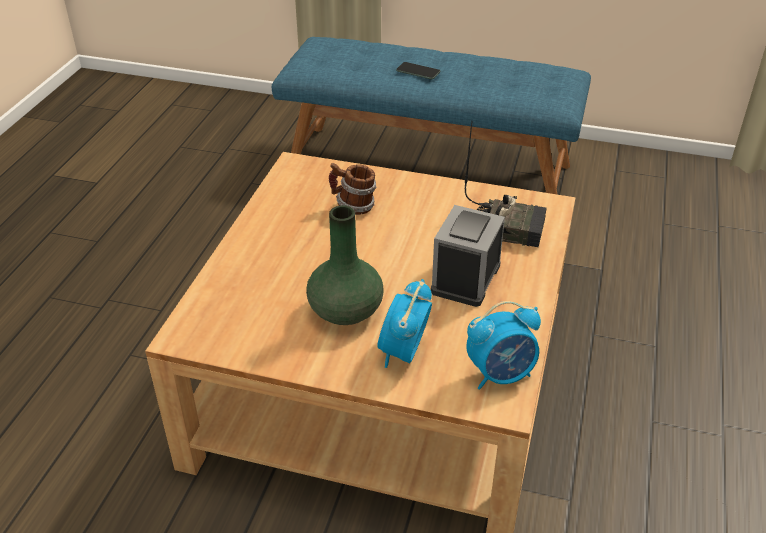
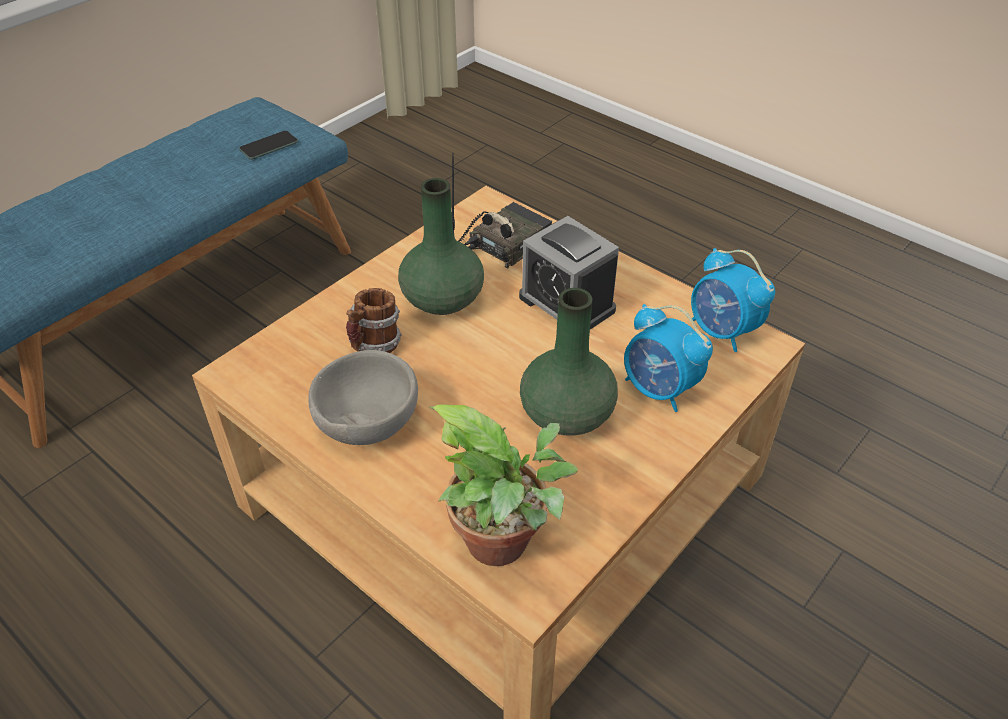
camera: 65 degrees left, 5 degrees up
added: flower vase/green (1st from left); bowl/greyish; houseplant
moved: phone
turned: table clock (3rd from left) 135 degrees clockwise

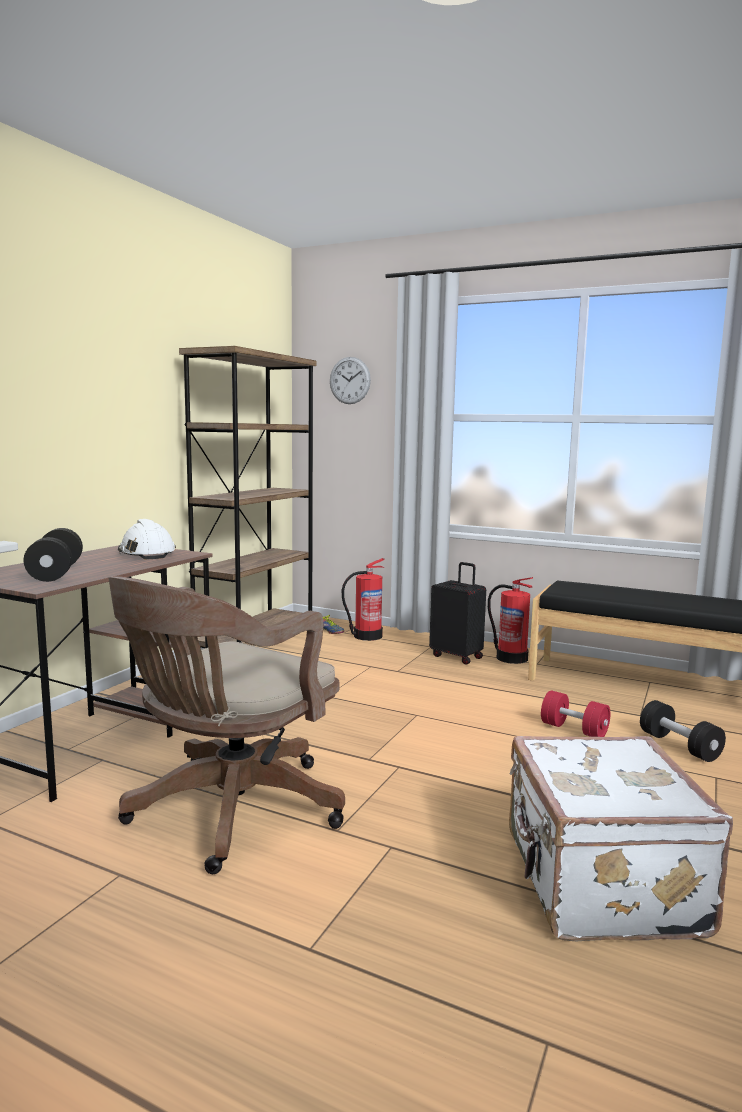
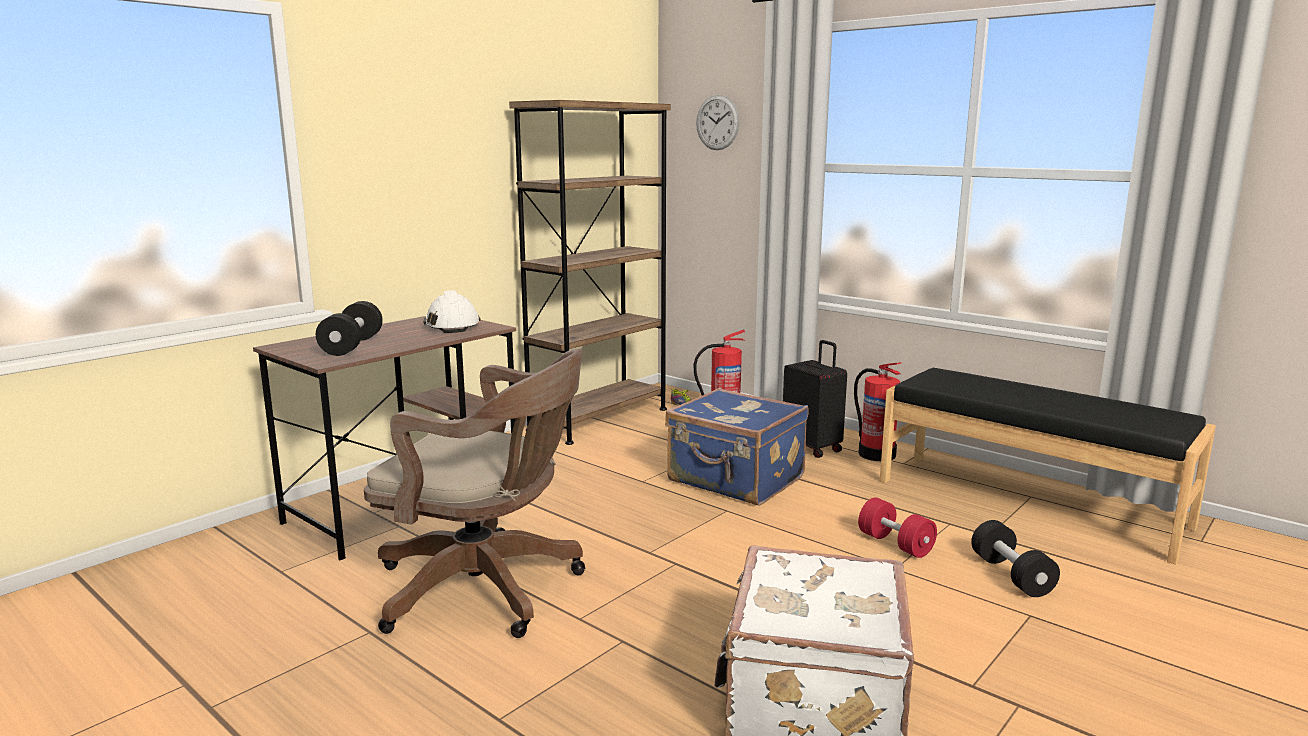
camera: 15 degrees right, 5 degrees up
added: suitcase/blue-coloured
turned: computer chair/brownish 120 degrees counterclockwise

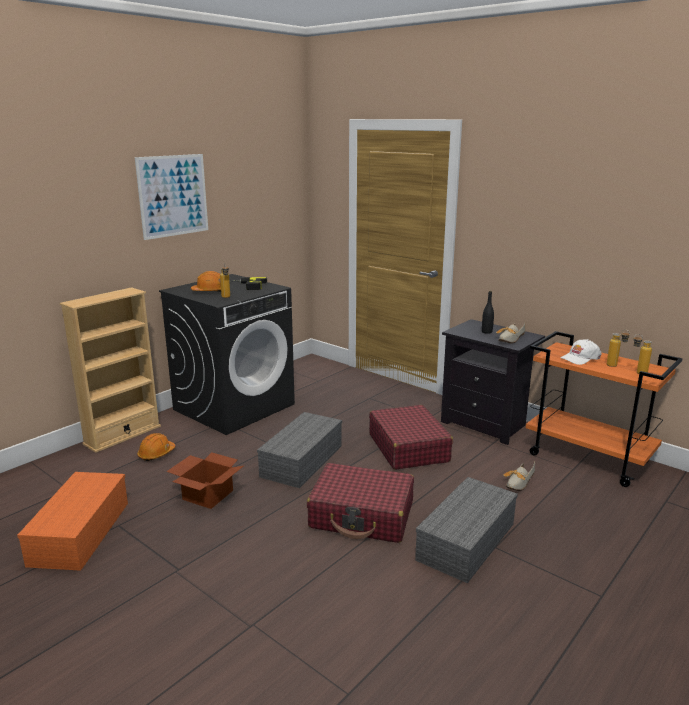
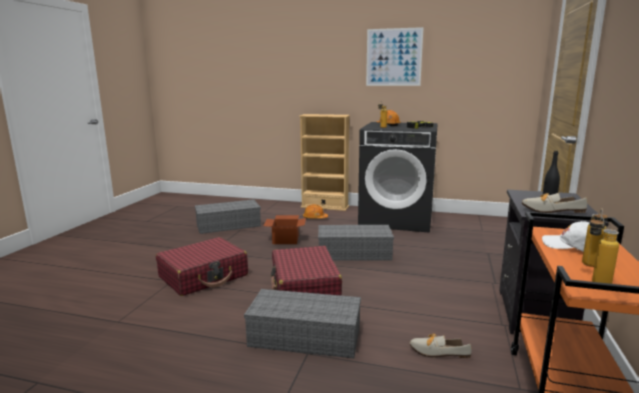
camera: 65 degrees right, 5 degrees down
moved: suitcase/red-coloured (2nd from left in the first image) to suitcase/red-coloured (1st from left)
recoloured: storage bin/orange-coloured to storage bin/greyish (1st from left)

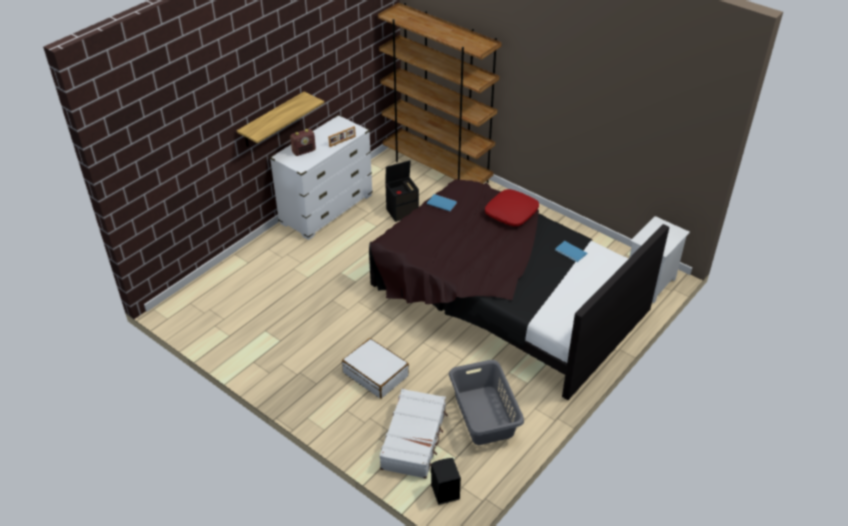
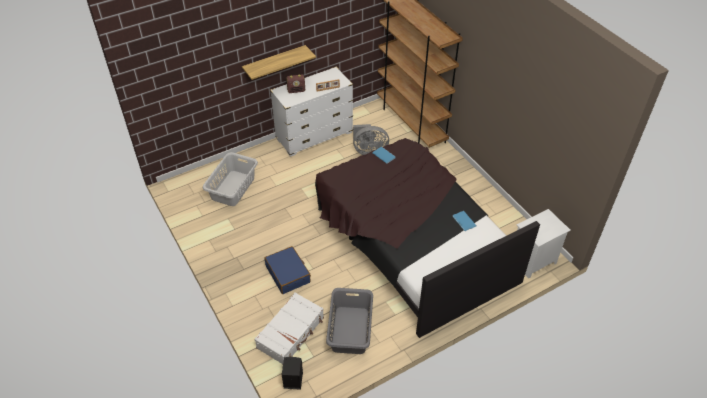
camera: 20 degrees right, 5 degrees up
removed: pillow/red-coloured
added: washing basket/greyish (1st from left)
replaced: storage bin/black-coloured to fan/greyish
recoloured: suitcase/white (1st from left) to suitcase/blue-coloured

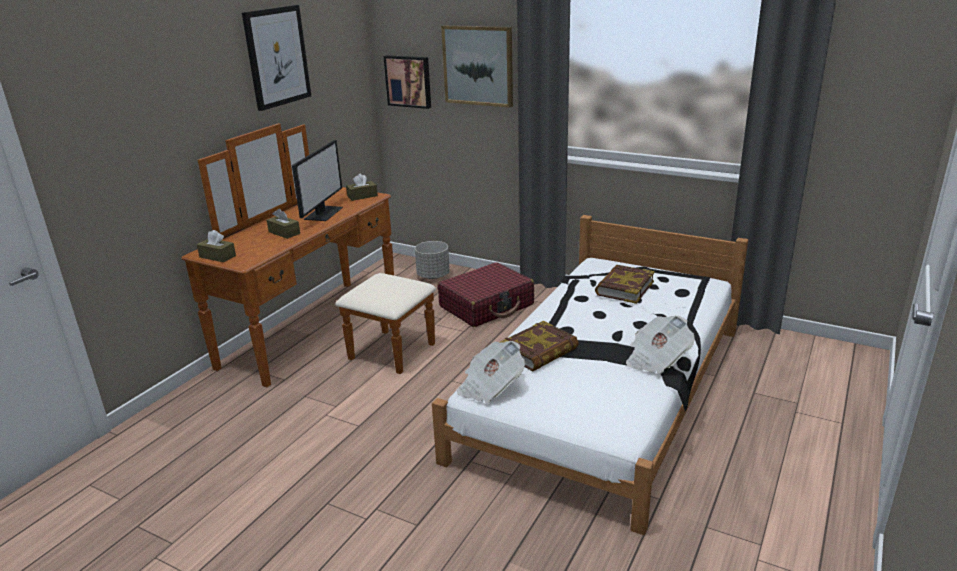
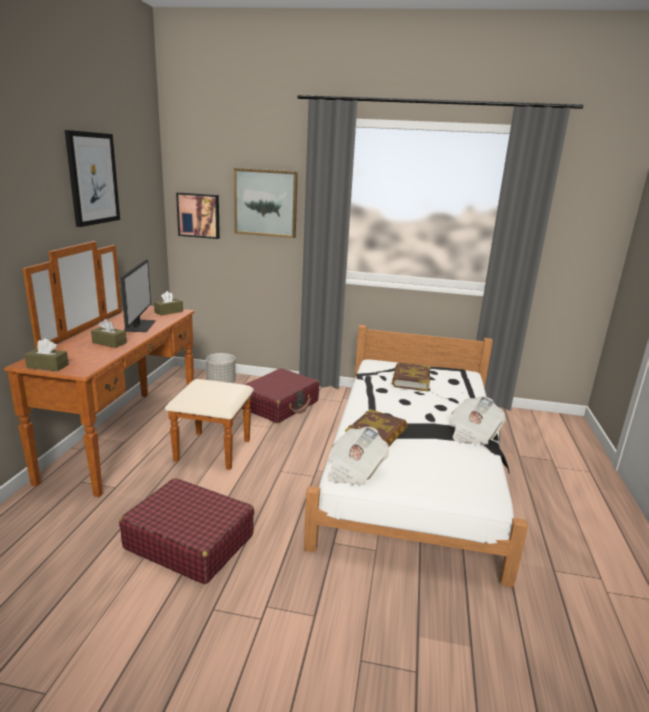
camera: 20 degrees left, 5 degrees down
added: suitcase/red-coloured (1st from left)

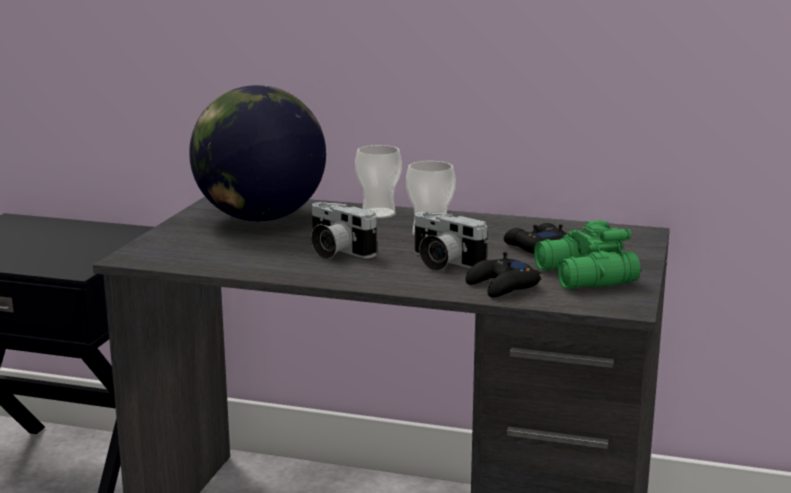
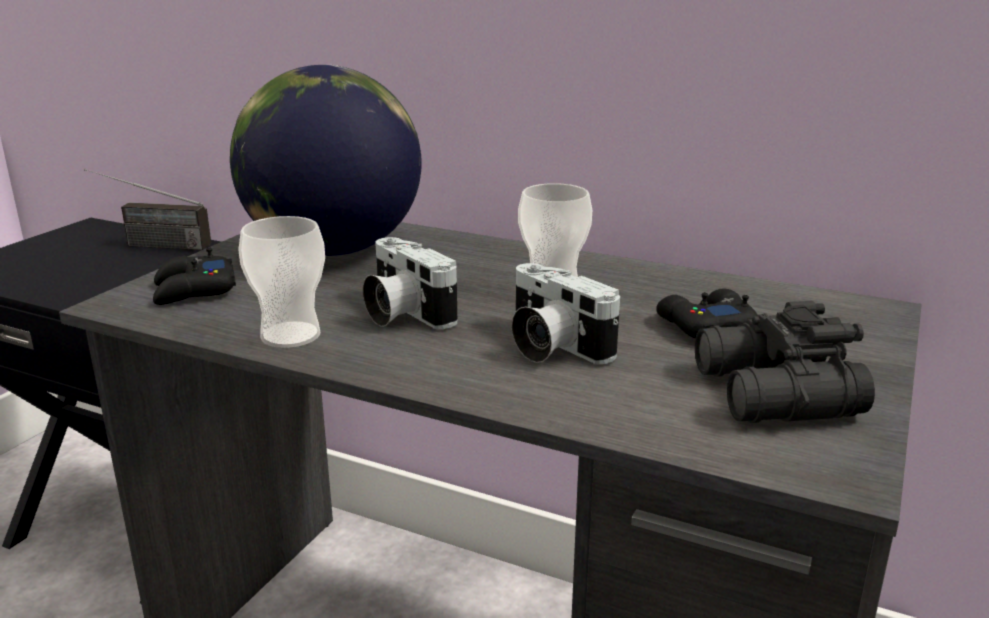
camera: 10 degrees right, 5 degrees up
added: radio
moved: small cup (1st from left); game controller/black-coloured (1st from left)
recoloured: field glasses/green to field glasses/black-coloured

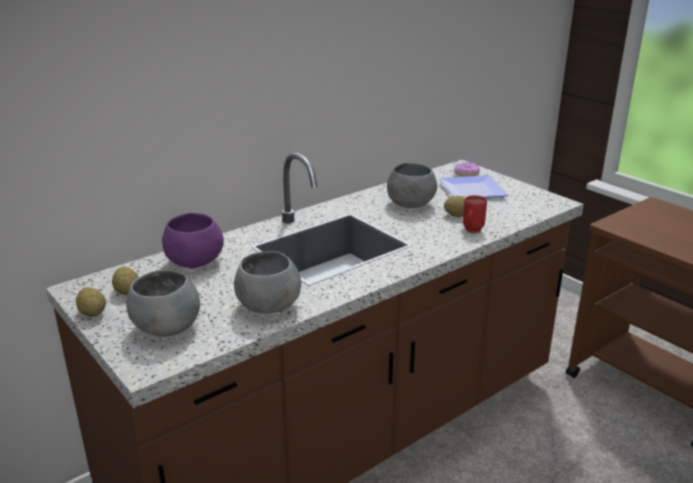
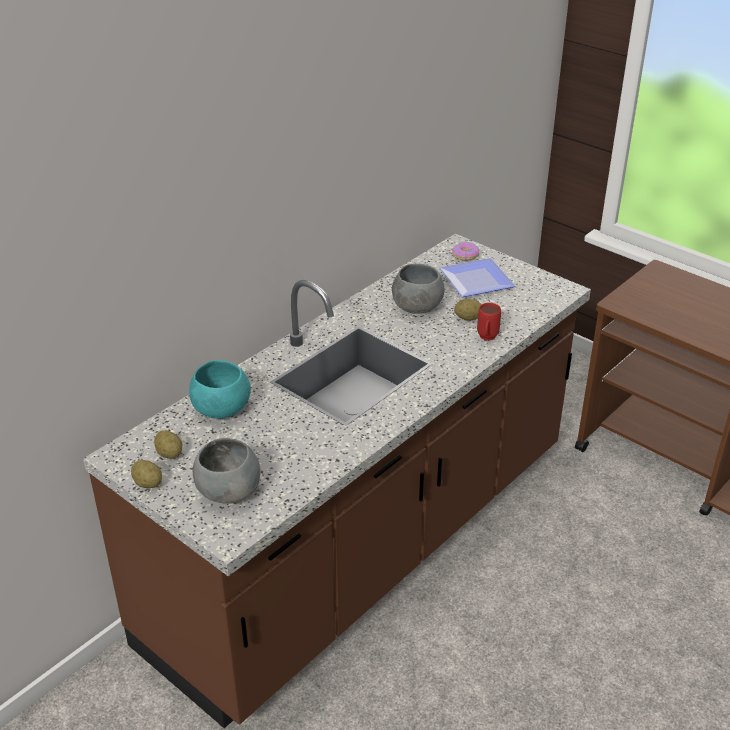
camera: 10 degrees left, 10 degrees up
removed: bowl/greyish (2nd from left)
recoloured: bowl/purple to bowl/turquoise

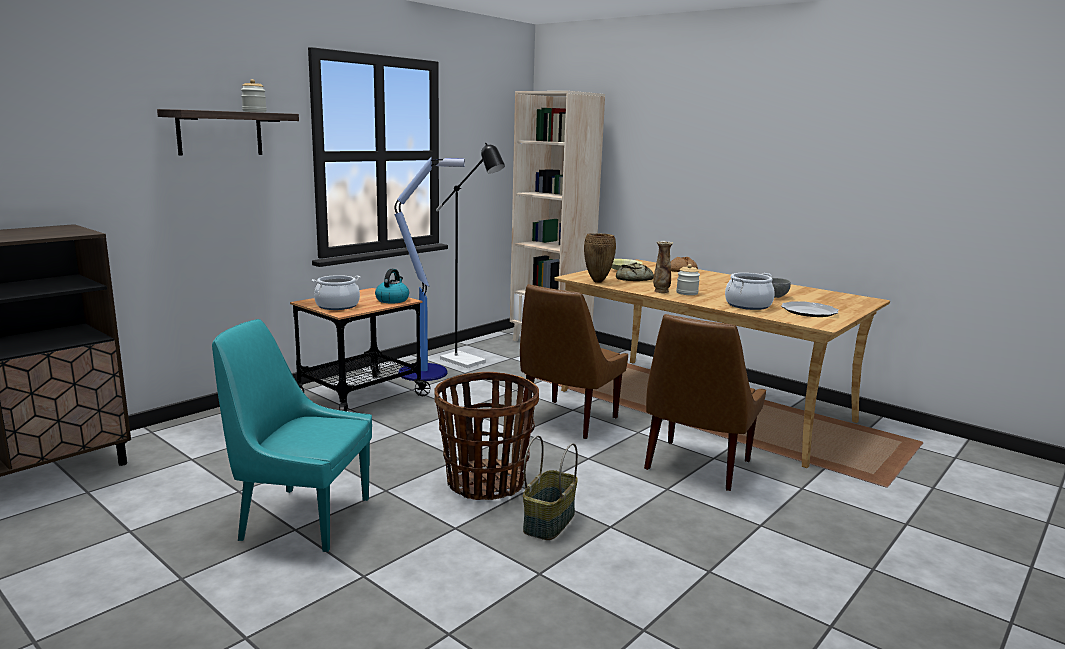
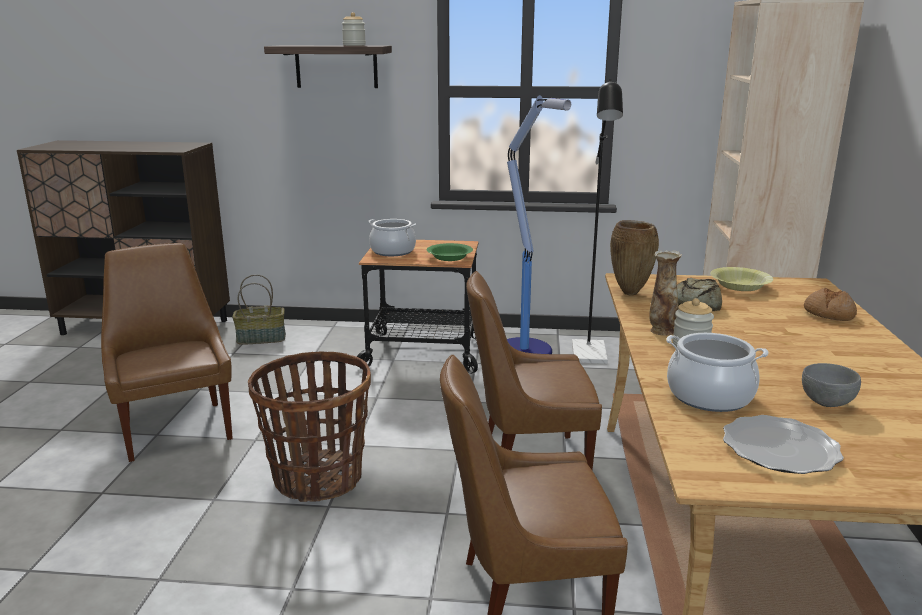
camera: 55 degrees right, 5 degrees up
moved: storage basket (2nd from left in the first image) to storage basket (1st from left)
replaced: water kettle to bowl/green
recoloured: plain chair/turquoise to plain chair/brownish (1st from left)

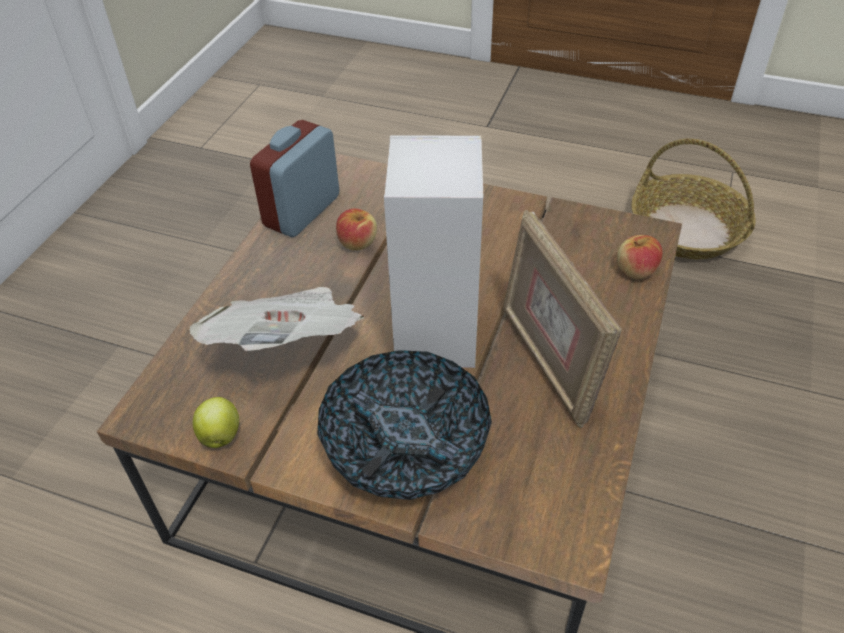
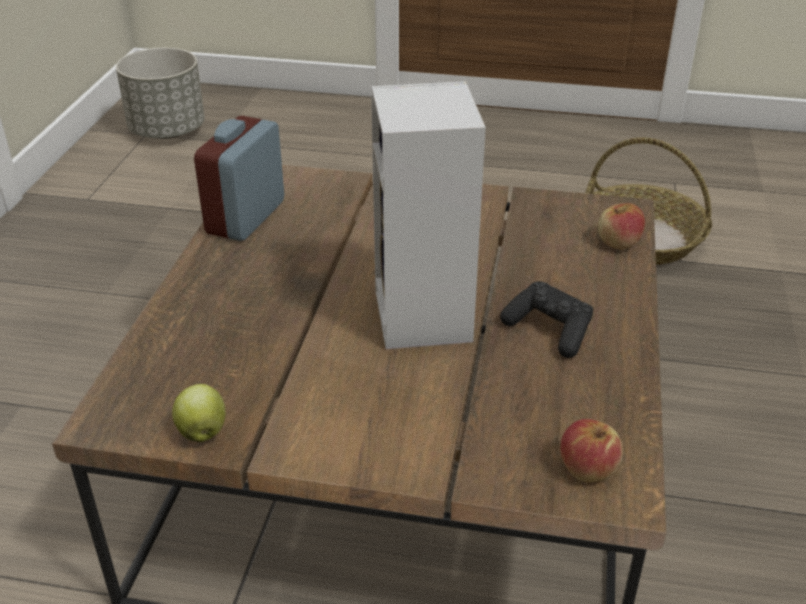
camera: 10 degrees left, 10 degrees down
removed: newspaper; bowl
added: plant pot/greyish
moved: apple (2nd from left)
replaced: picture frame to game controller/black-coloured

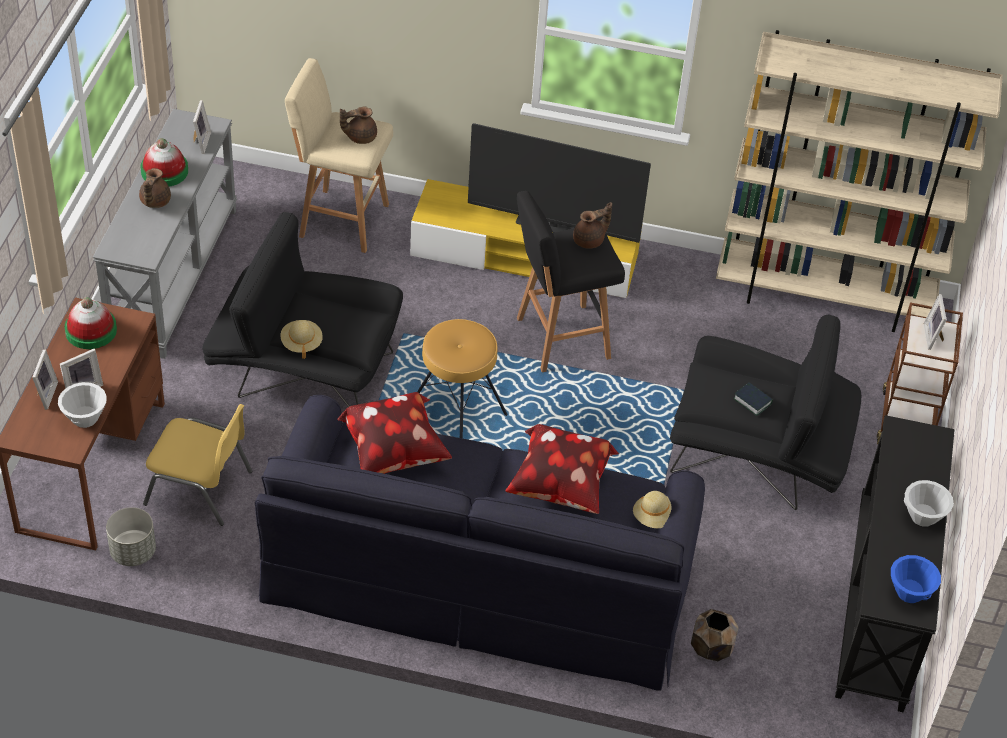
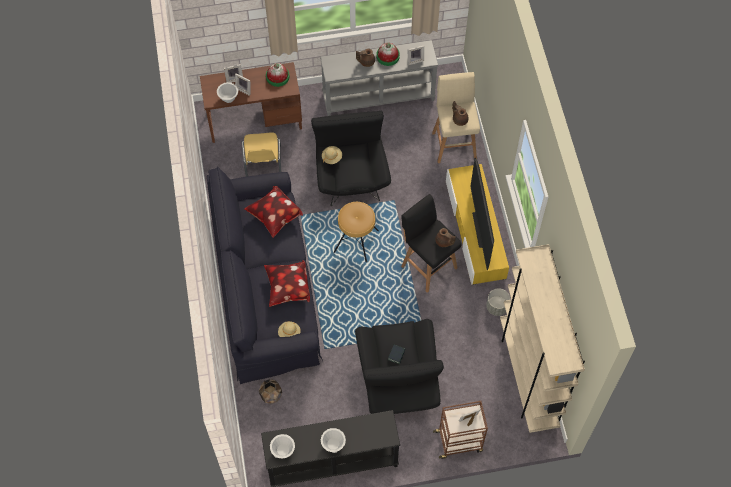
camera: 70 degrees right, 15 degrees up
moved: plant pot/greyish
recoloured: bowl/blue-coloured to bowl/white (2nd from left)

